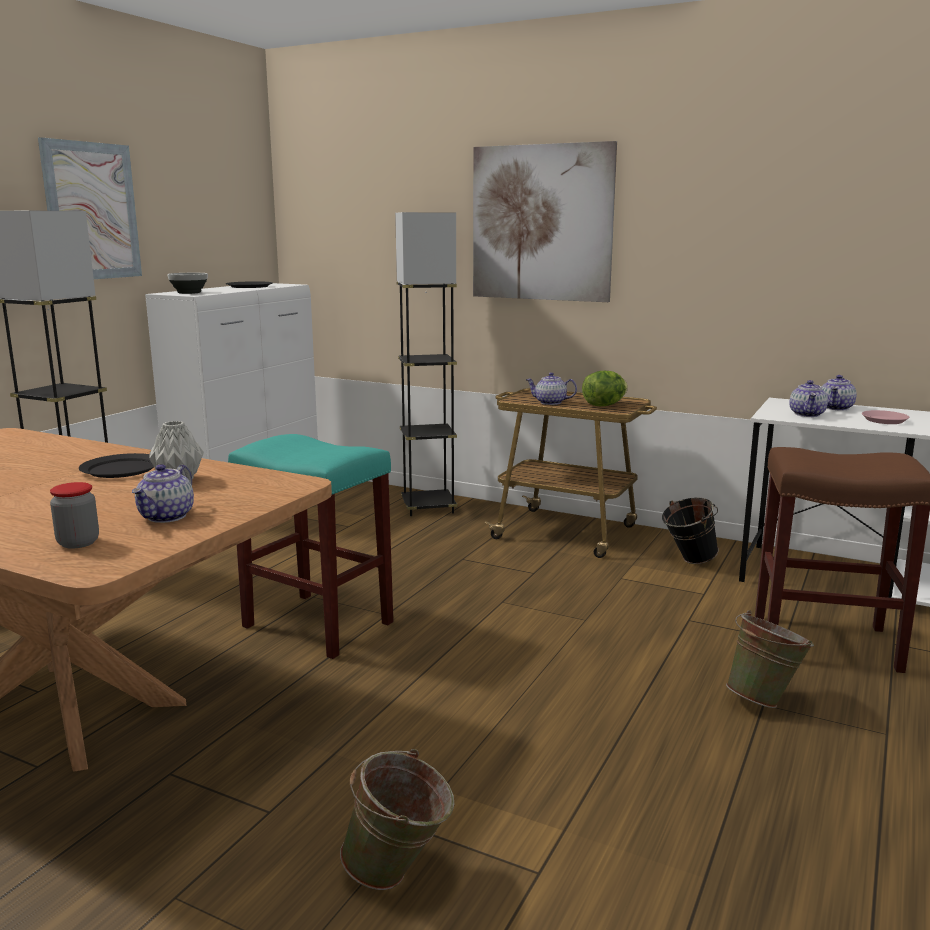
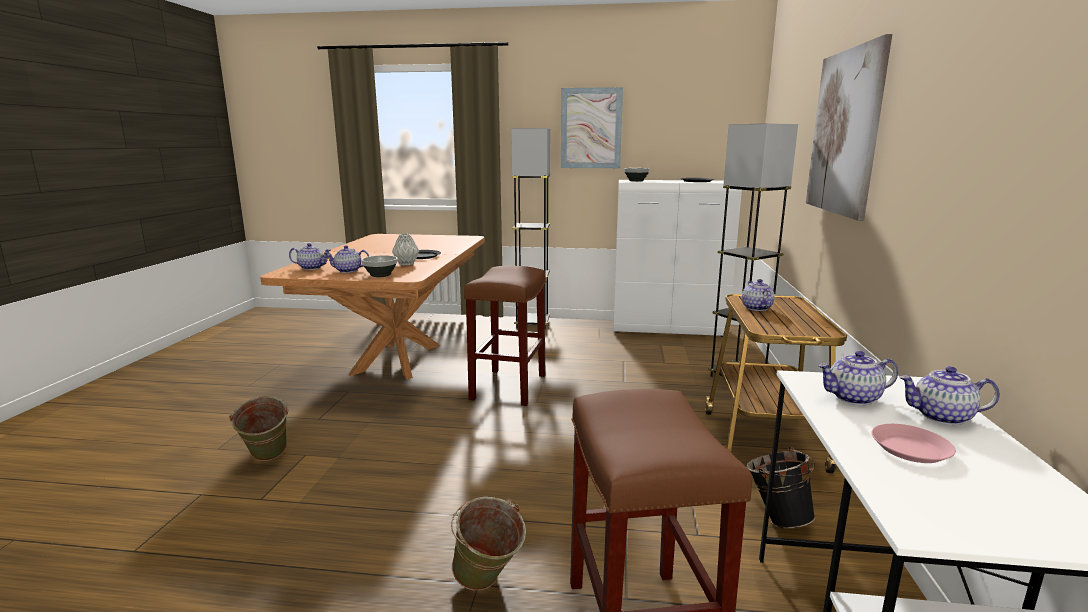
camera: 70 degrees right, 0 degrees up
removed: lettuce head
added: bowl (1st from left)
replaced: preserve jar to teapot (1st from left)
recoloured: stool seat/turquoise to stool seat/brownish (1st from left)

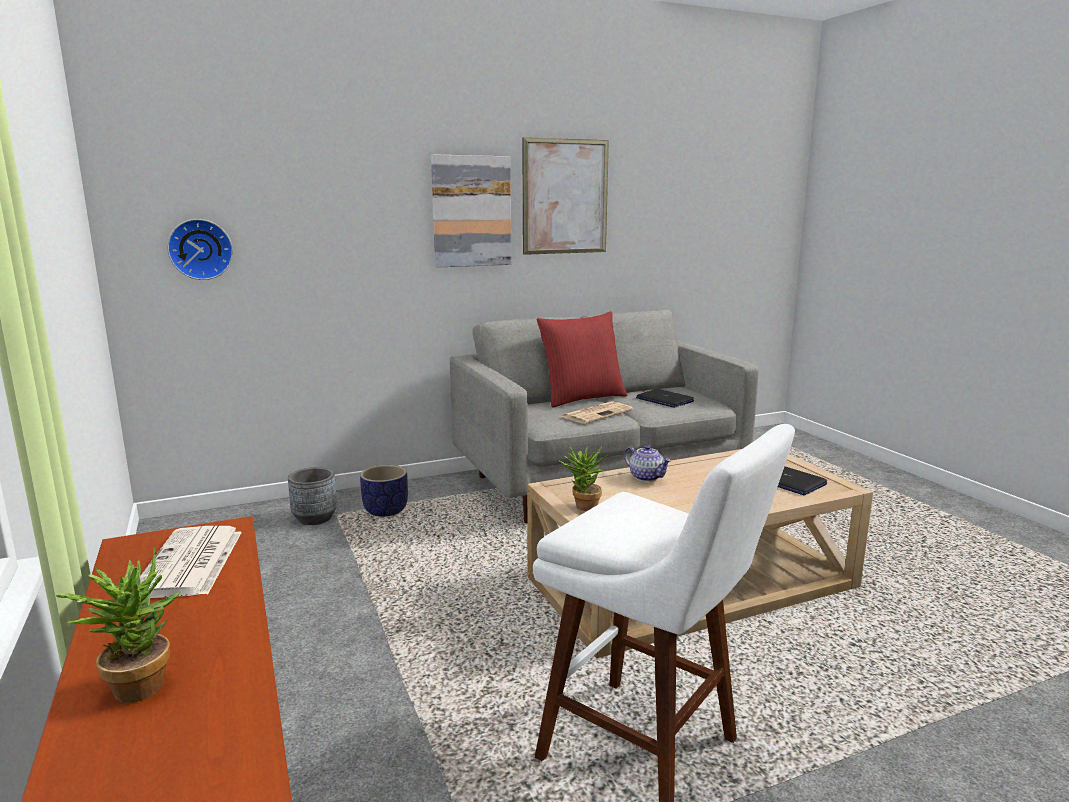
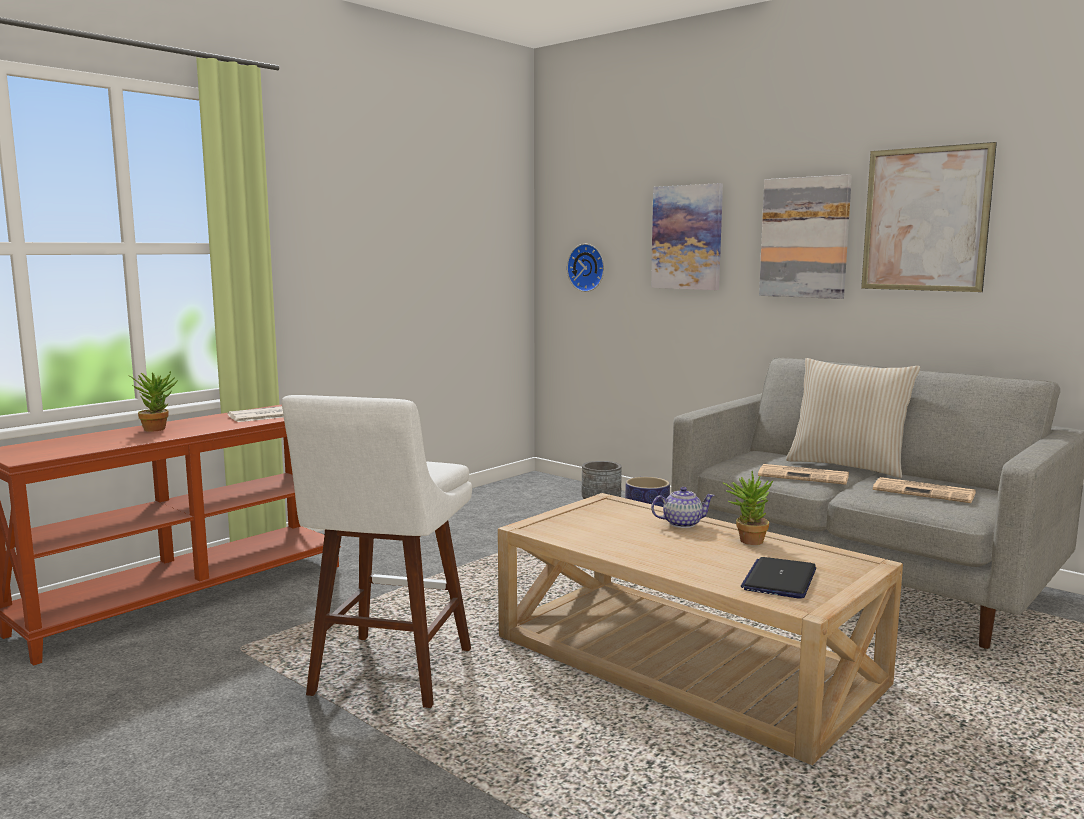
camera: 65 degrees right, 5 degrees down
added: wall art (1st from left)
moved: houseplant (2nd from left)
replaced: laptop (1st from left) to newspaper (3rd from left)
recoloured: pillow/red-coloured to pillow/beige
turned: teapot 120 degrees counterclockwise

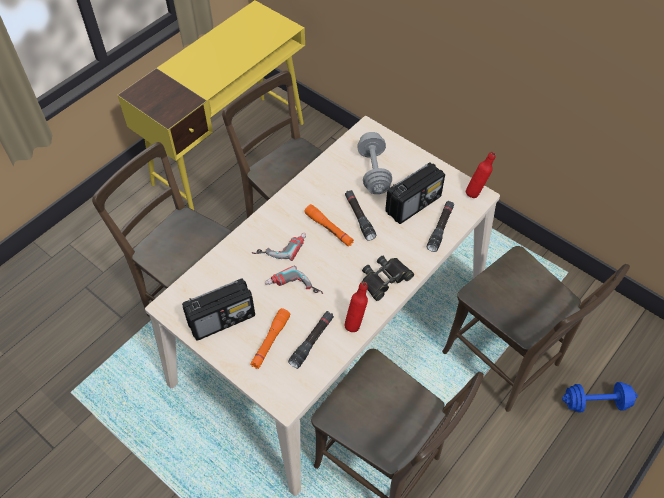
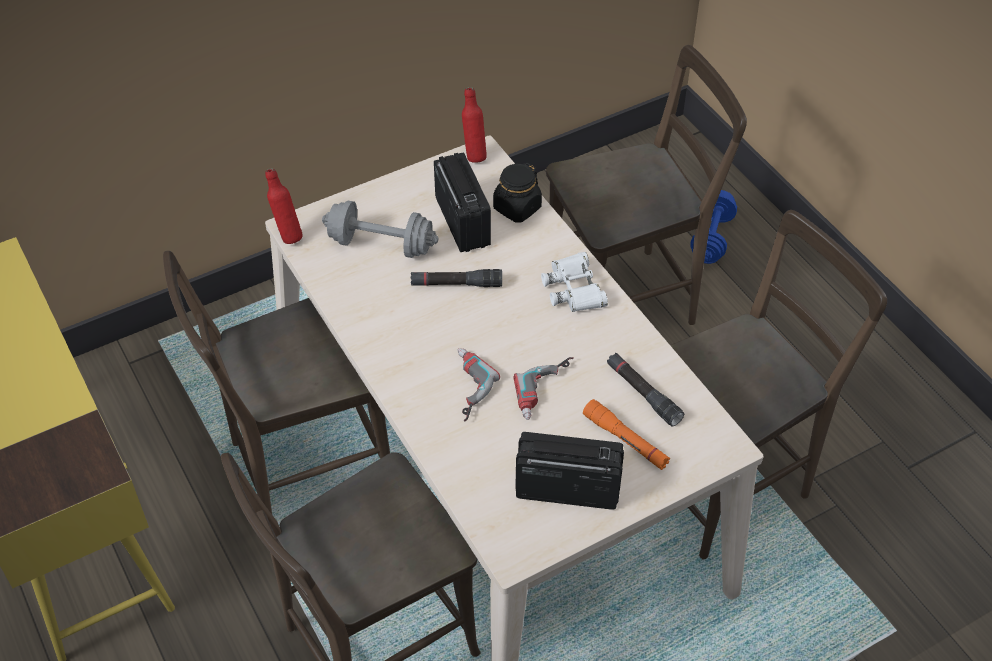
camera: 70 degrees left, 5 degrees down
removed: hand torch/orange-coloured (2nd from left)
moved: drink bottle/red-coloured (1st from left)
replaced: hand torch/black-coloured (3rd from left) to preserve jar/black-coloured
recoloured: field glasses/black-coloured to field glasses/white
turned: radio (1st from left in the first image) 75 degrees counterclockwise

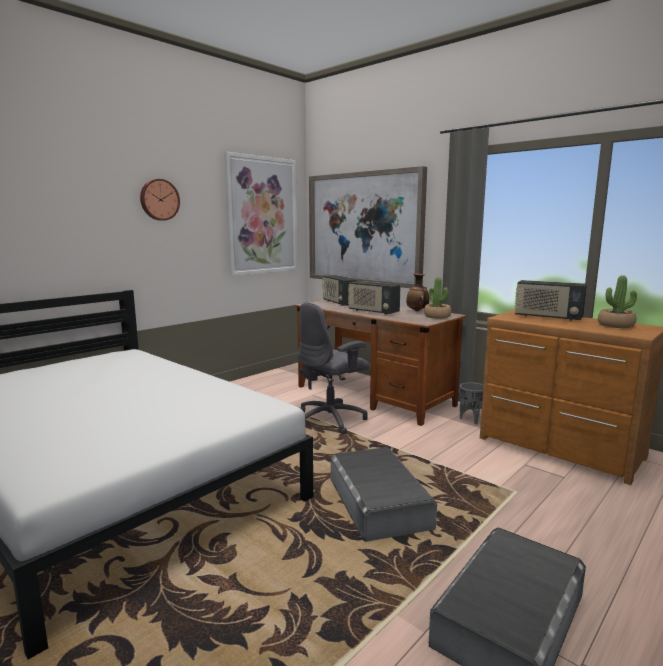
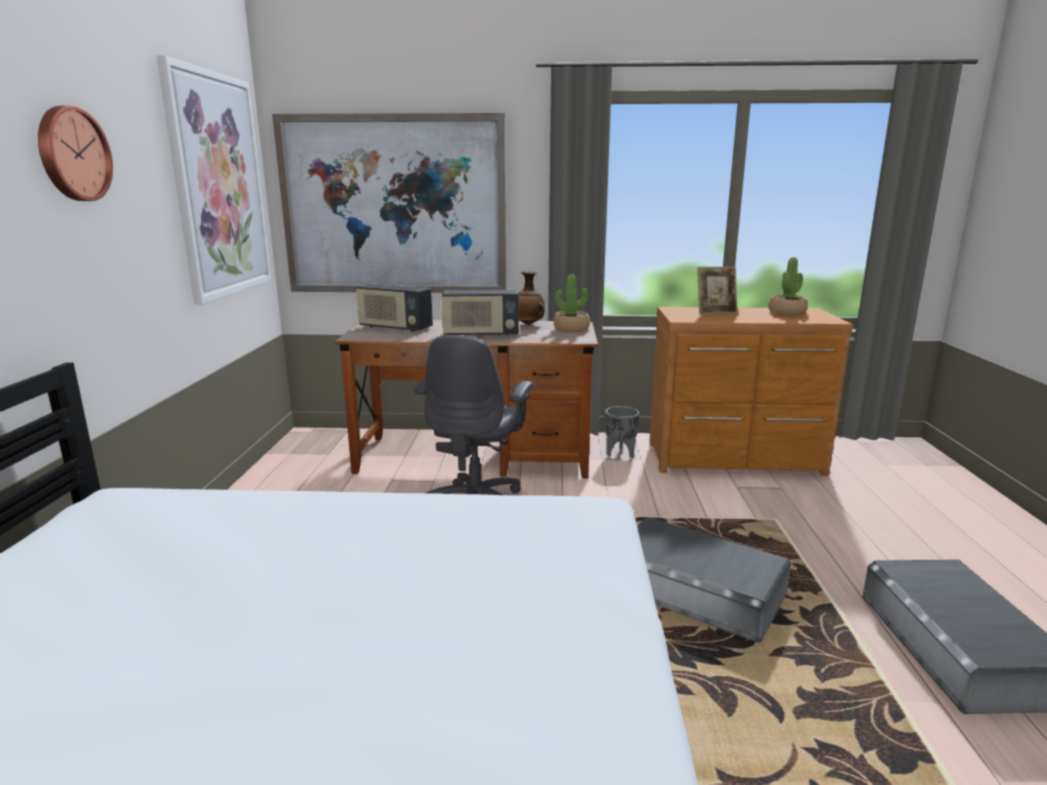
camera: 40 degrees left, 5 degrees up
replaced: radio (3rd from left) to picture frame

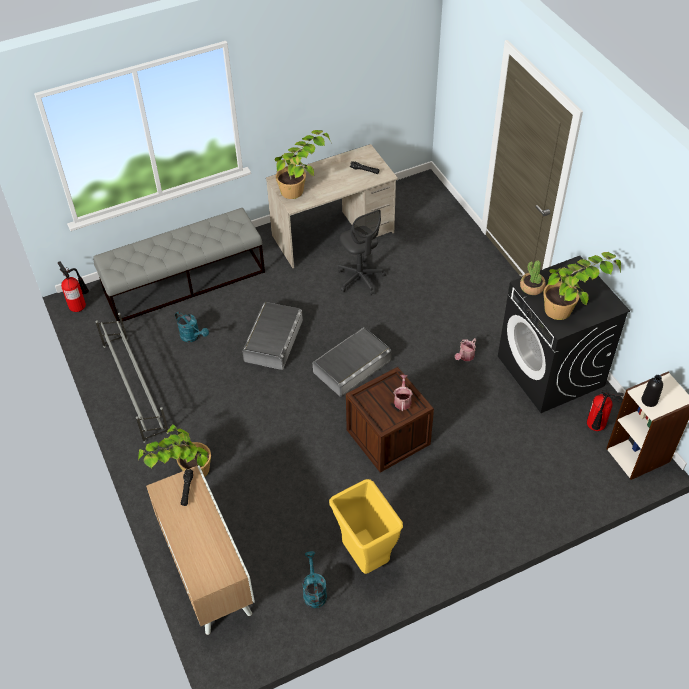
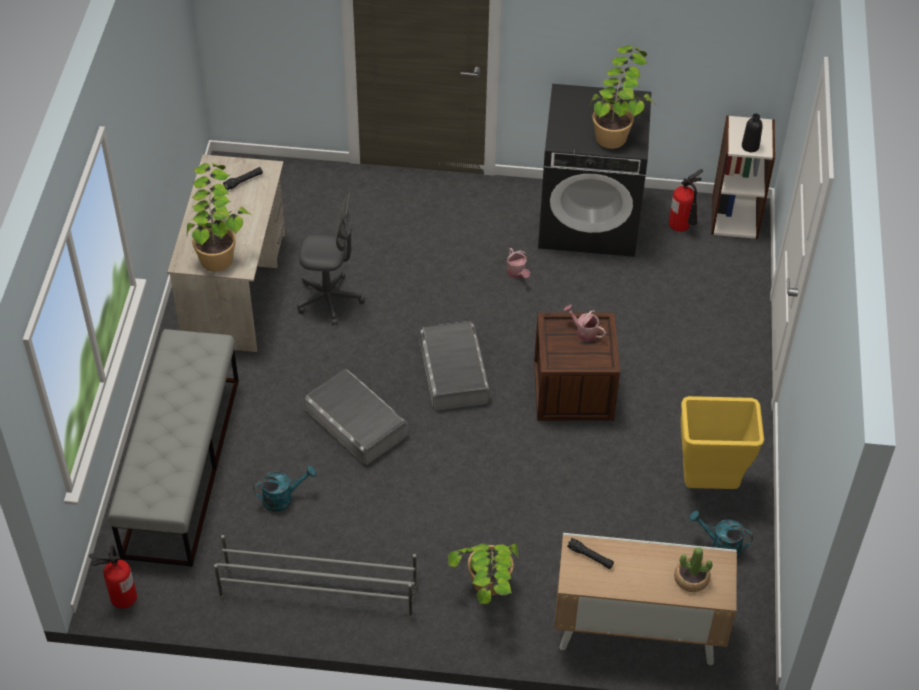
camera: 60 degrees left, 0 degrees up
moved: houseplant (3rd from left in the first image) to houseplant (4th from left)

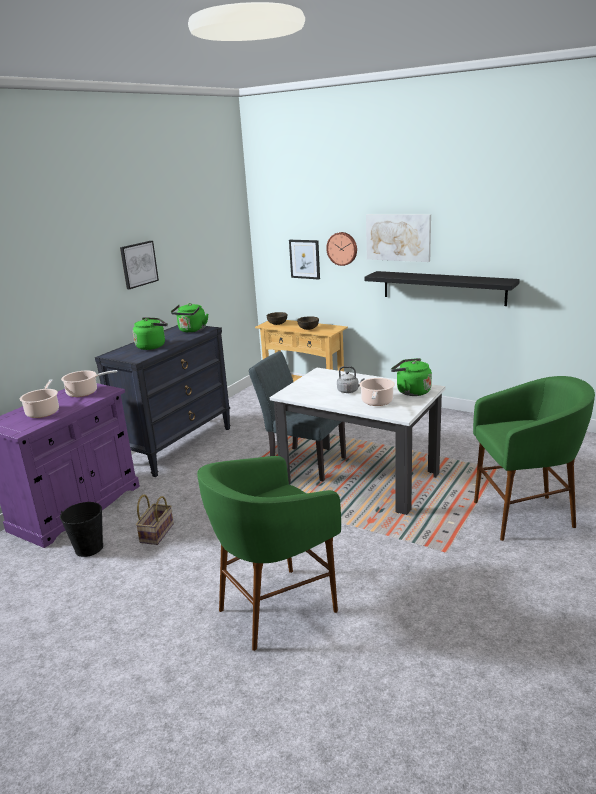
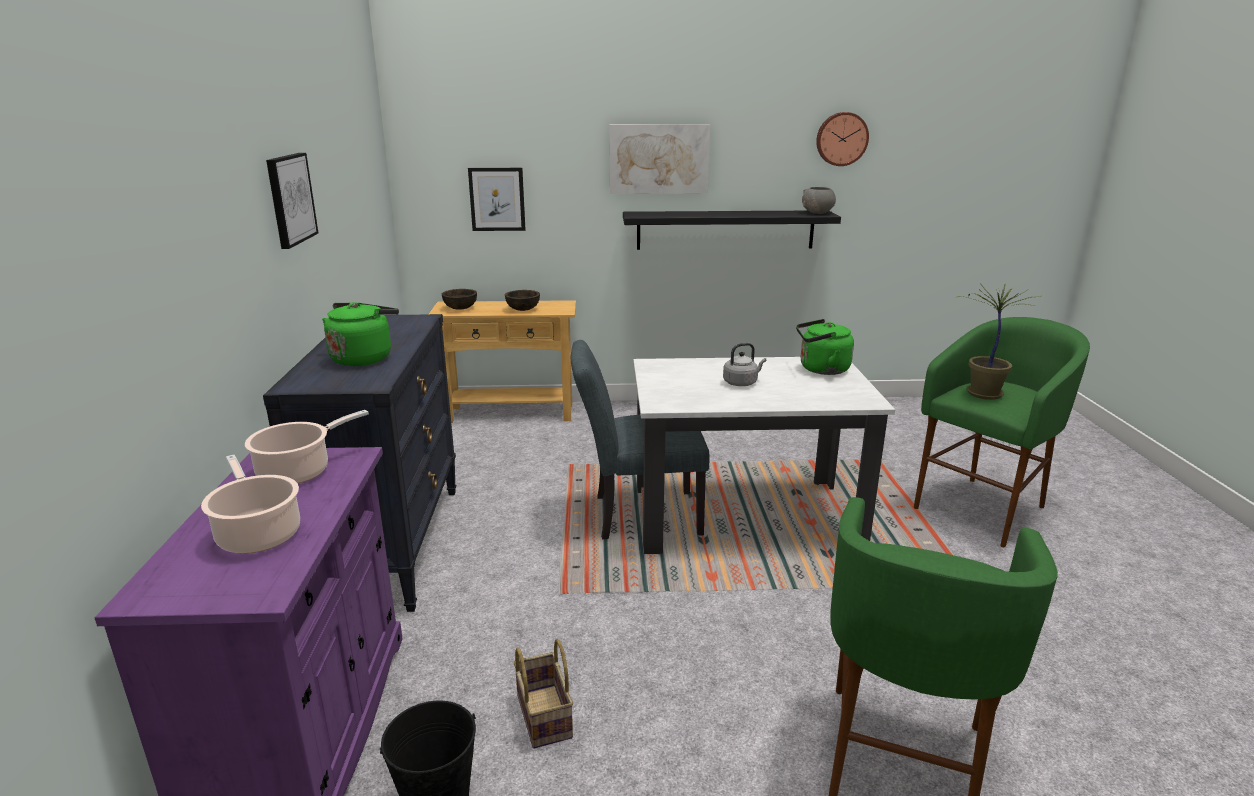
camera: 35 degrees left, 0 degrees up
removed: water kettle/green (2nd from left); saucepot (3rd from left)
added: bowl/greyish; houseplant
moved: wall clock

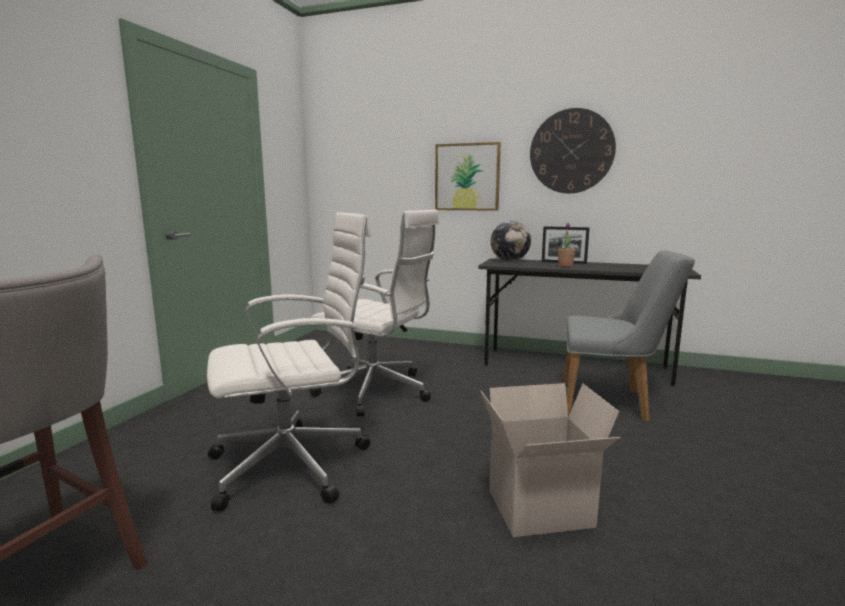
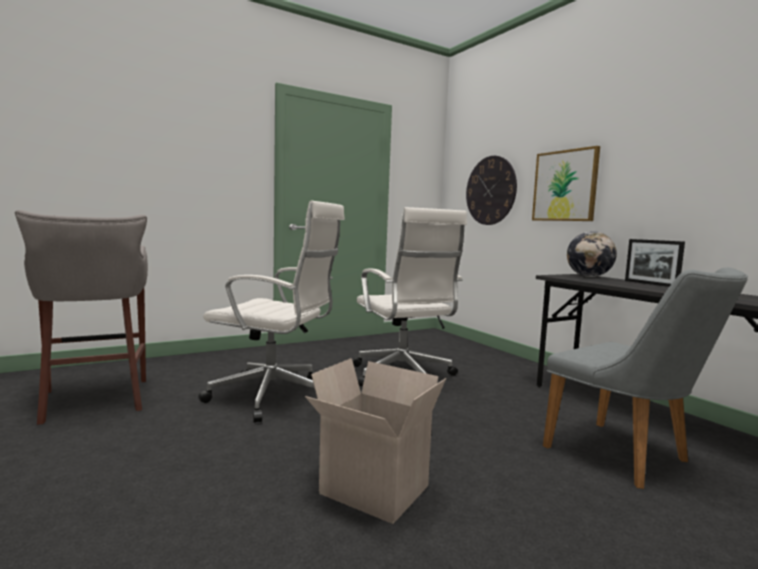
camera: 40 degrees right, 5 degrees down
removed: houseplant
moved: wall clock

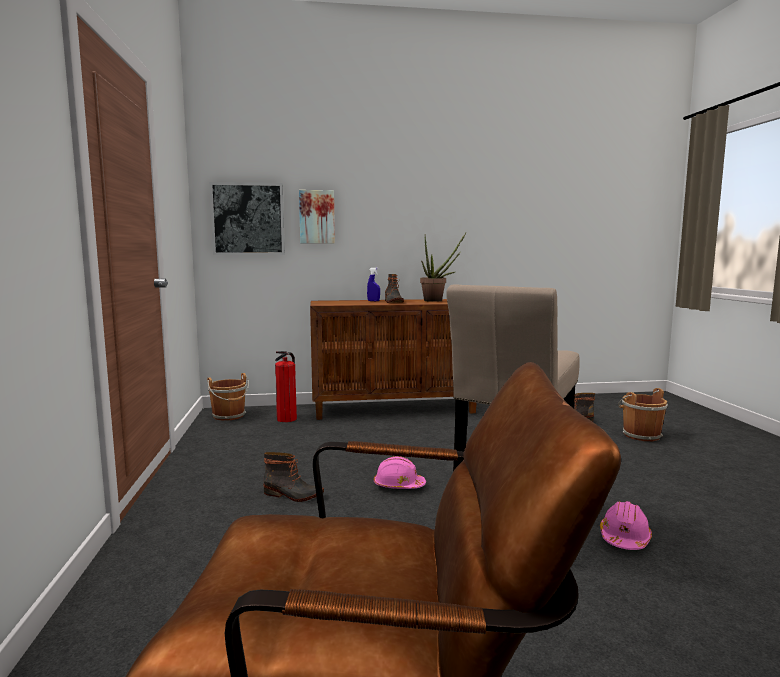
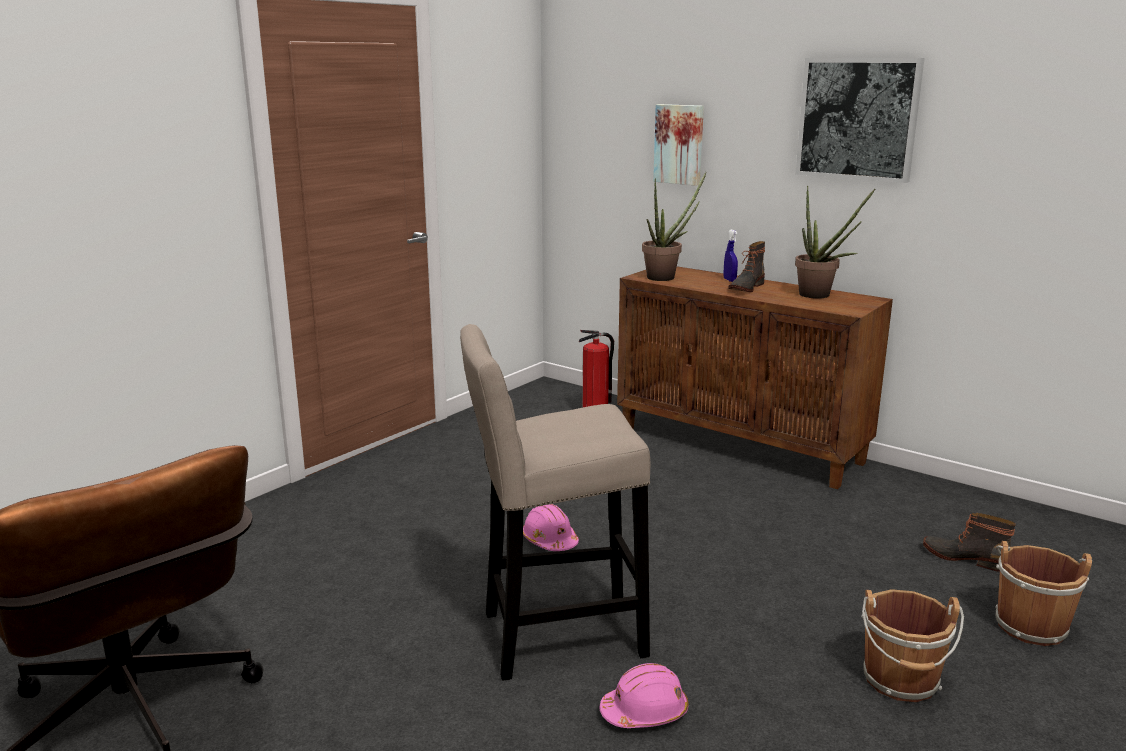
camera: 45 degrees right, 10 degrees up
removed: tall boot (1st from left)
added: houseplant (1st from left)
moved: wall art (1st from left in the first image) to wall art (2nd from left); bucket/brownish (1st from left)

